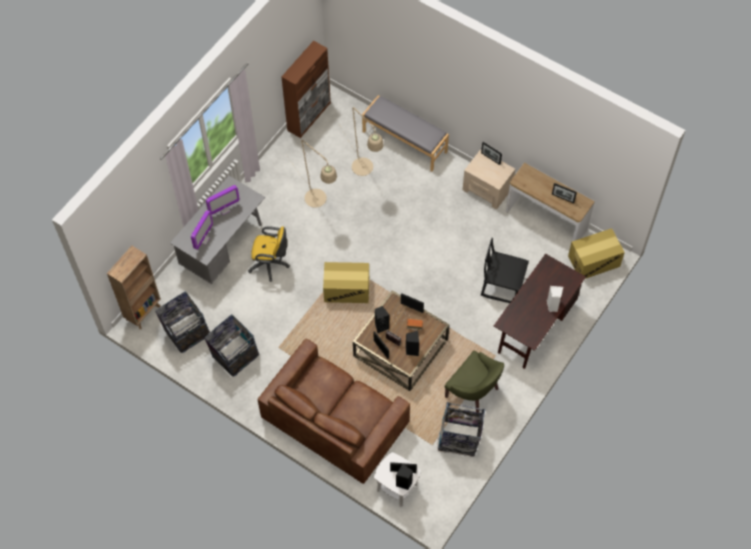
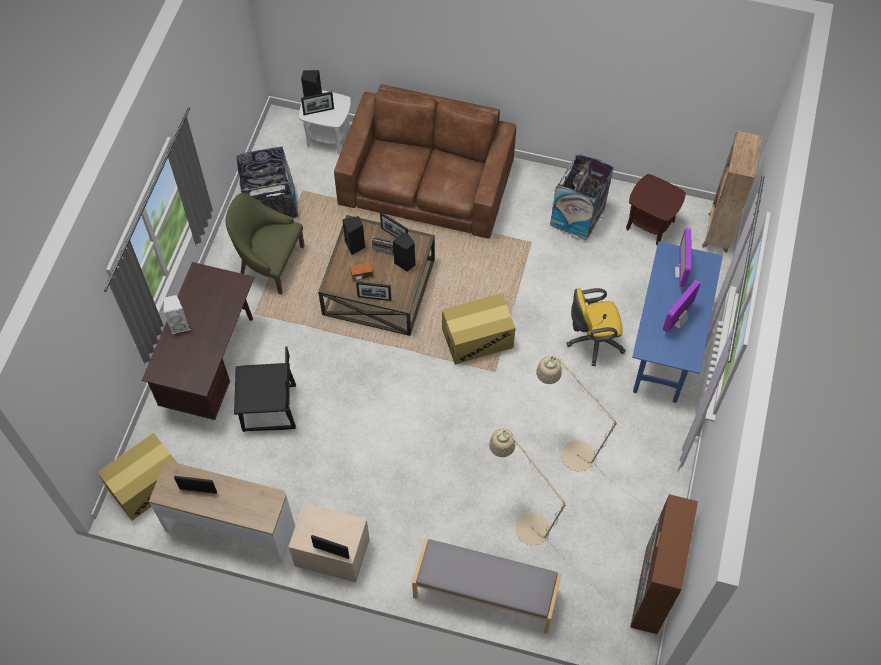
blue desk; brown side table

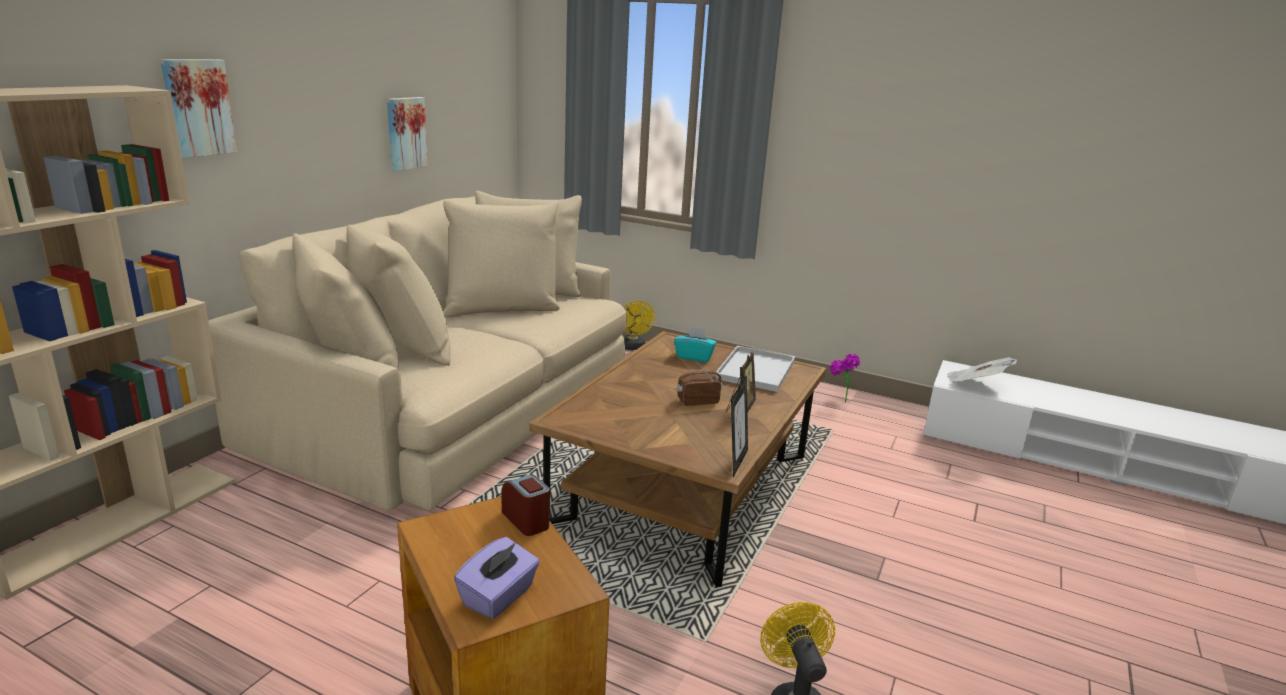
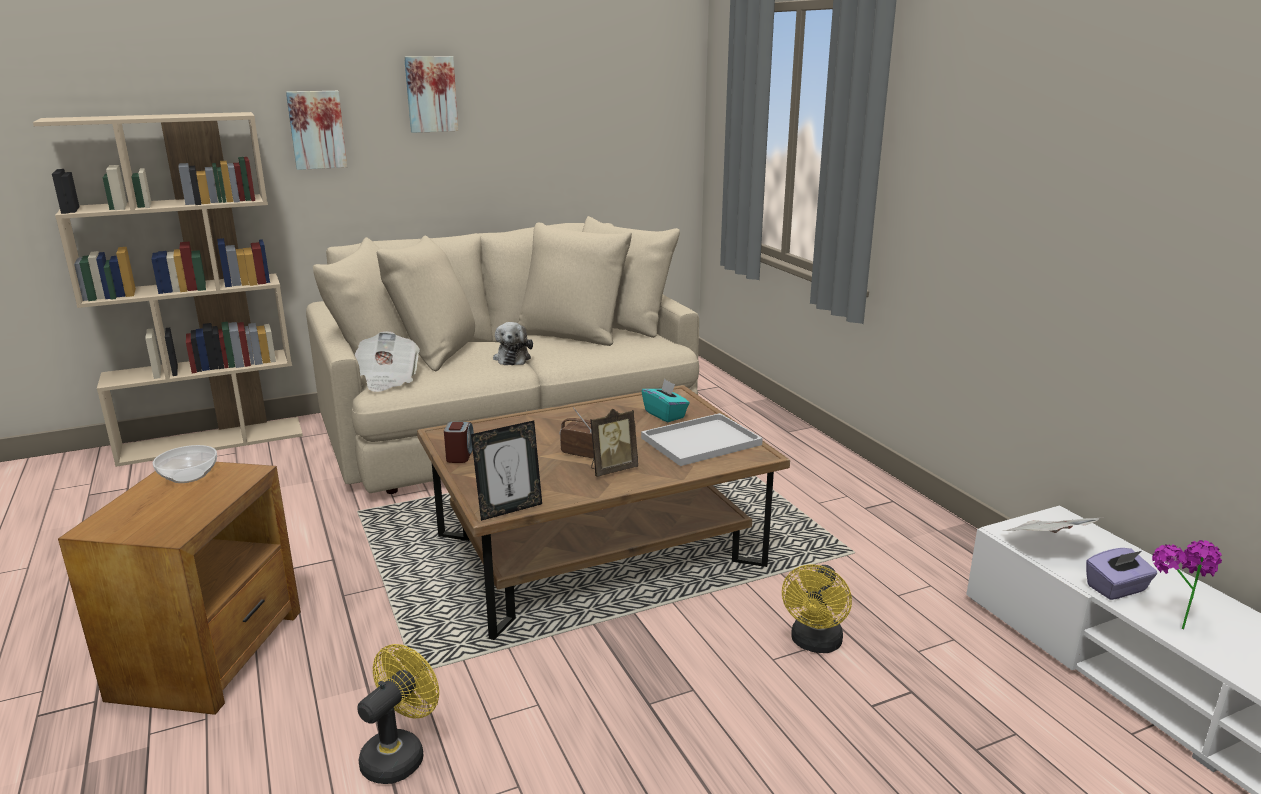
picture (2nd from left); yellow fan (2nd from left); potted plant; alarm clock; purple tissue box; plush toy; newspaper (1st from left); bowl

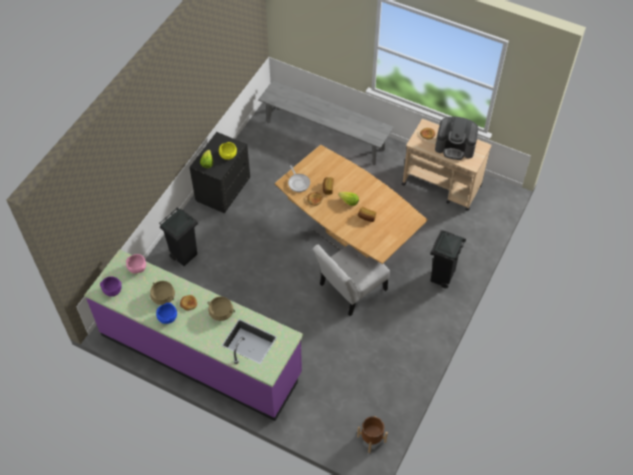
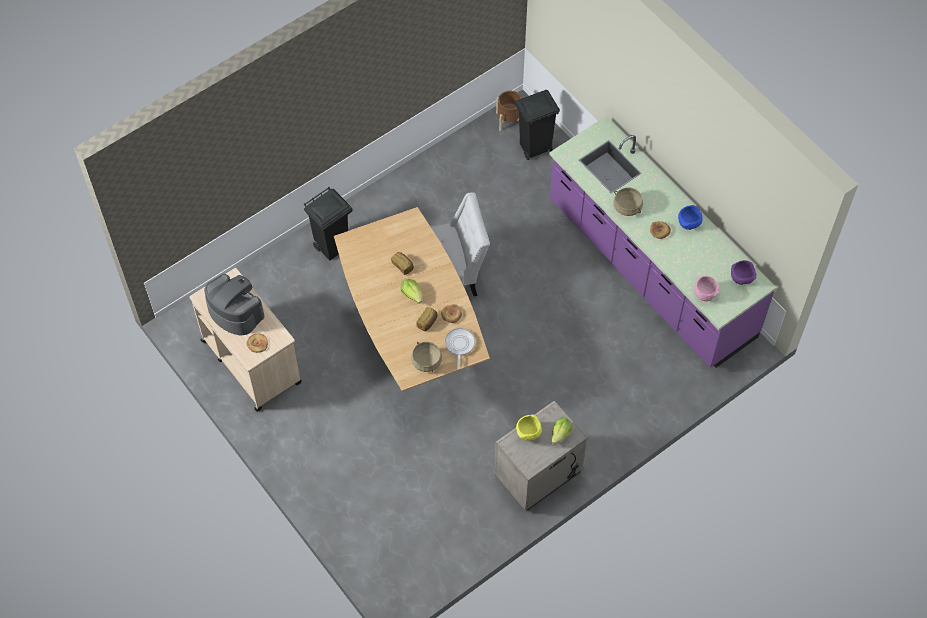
grey bench; beige nightstand; black trash can (2nd from left); beige cooking pot (1st from left)

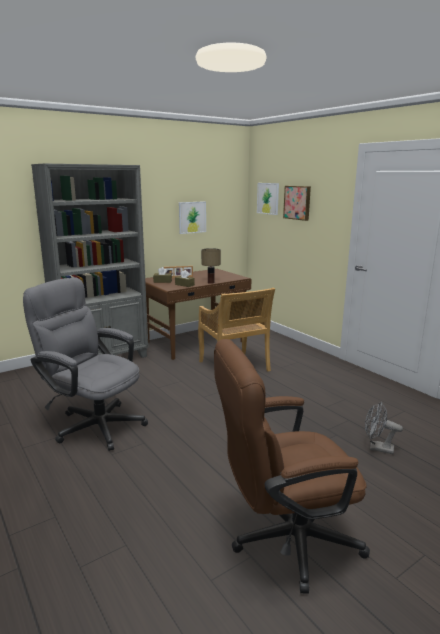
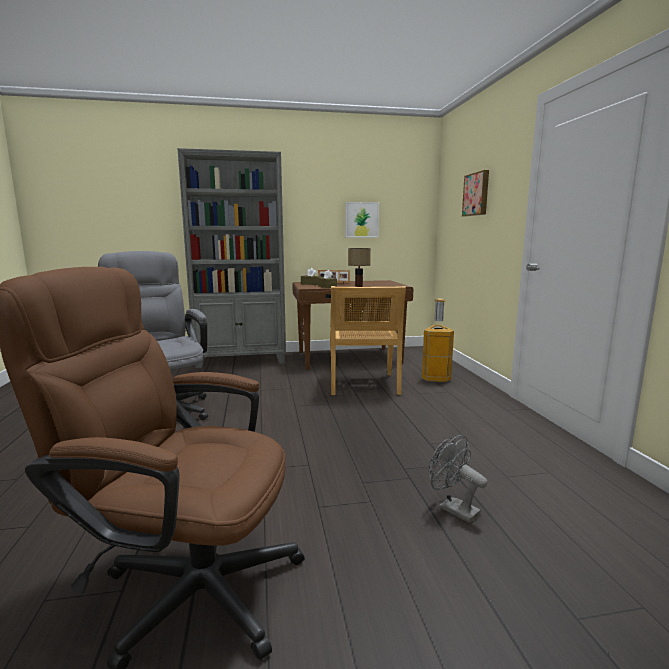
picture (2nd from left in the first image); trash can

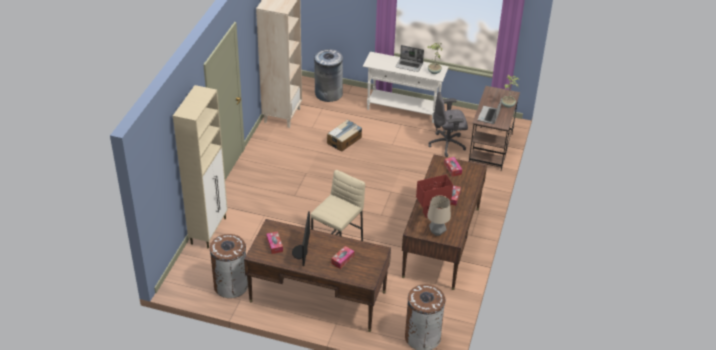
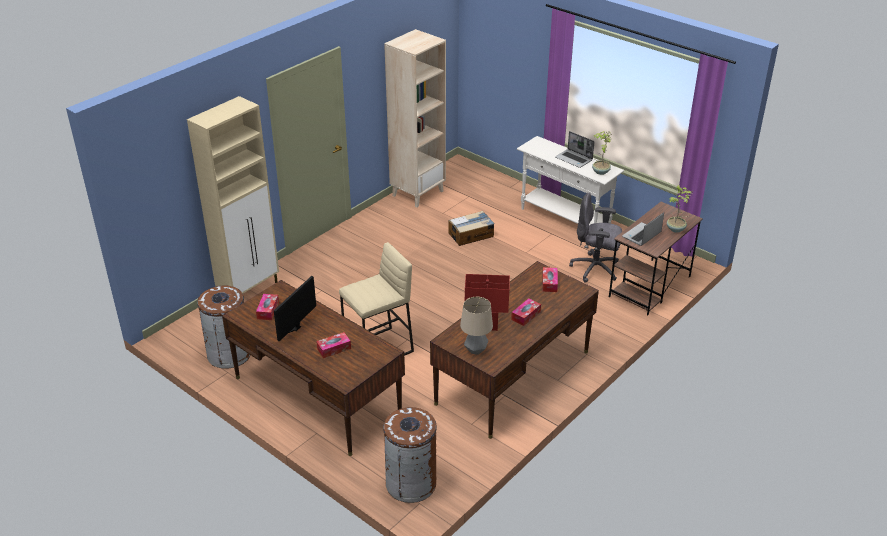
grey trash can

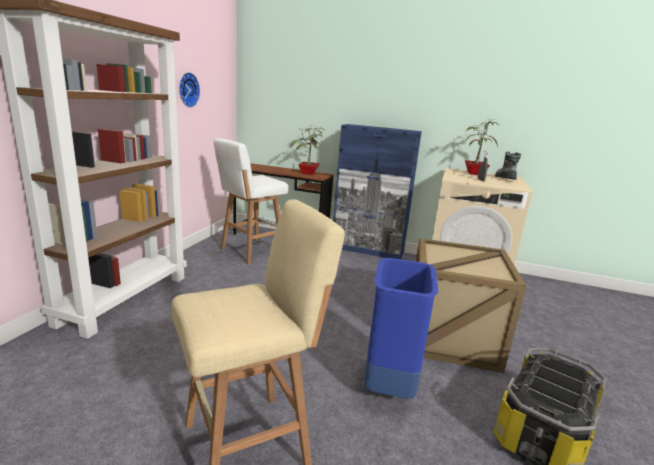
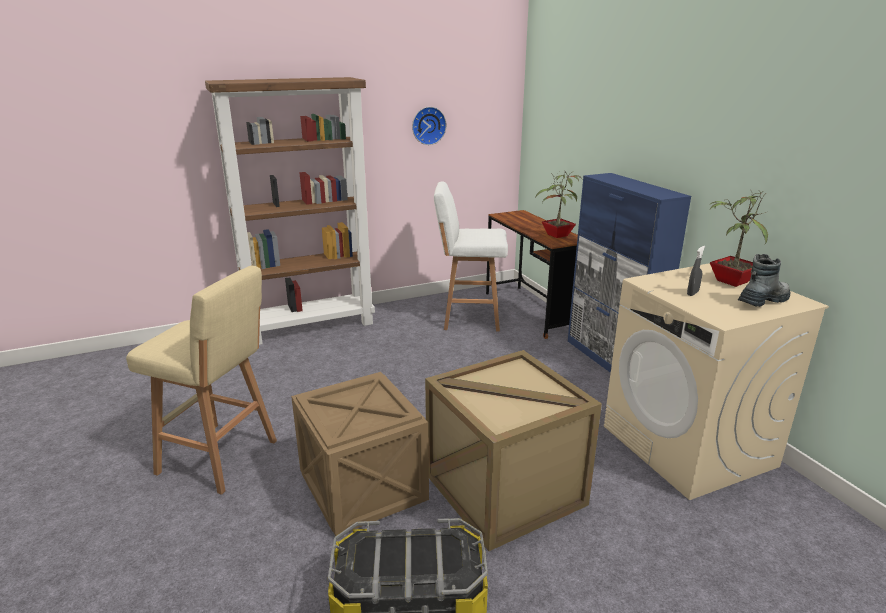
crate (1st from left)

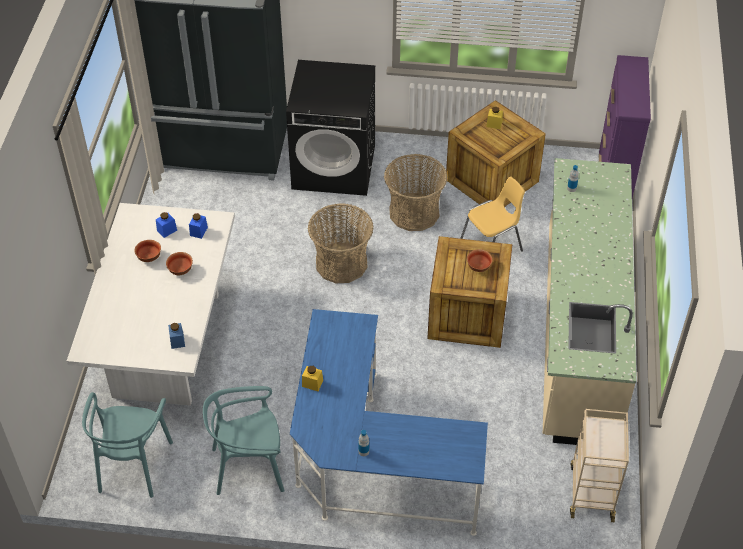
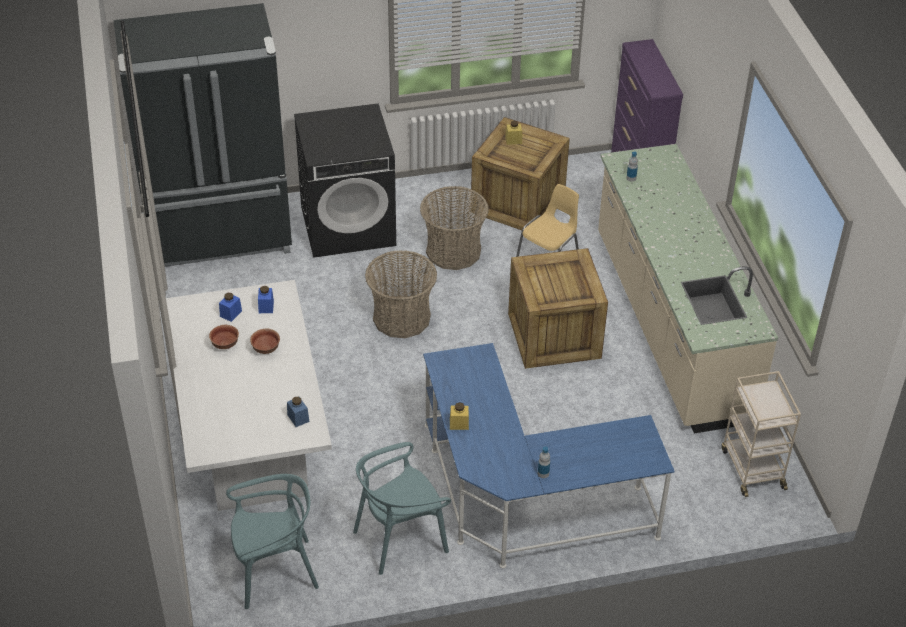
bowl (3rd from left in the first image); turquoise chair (1st from left)

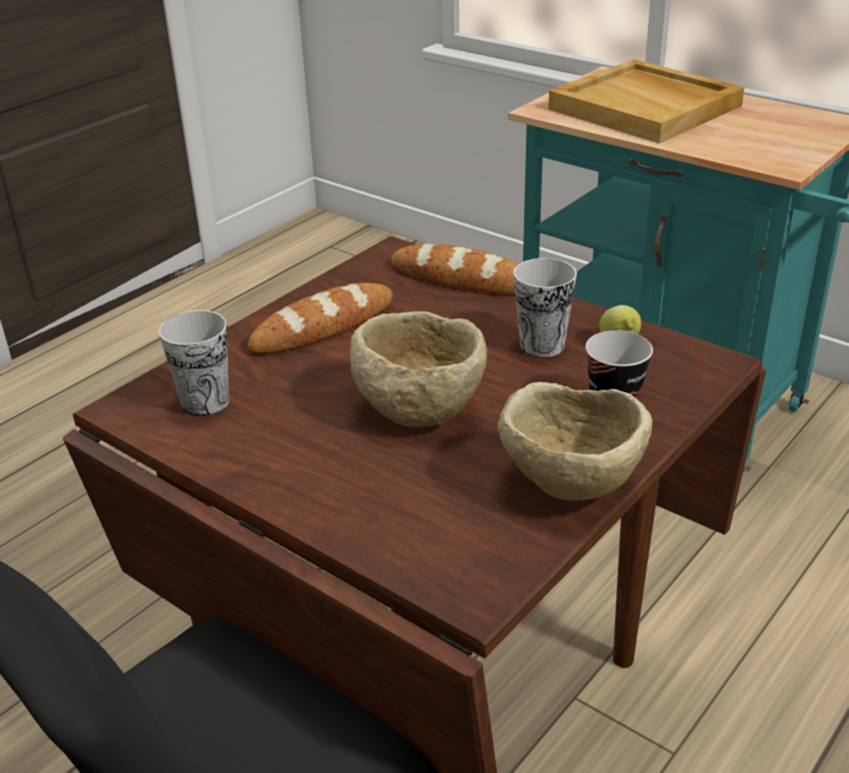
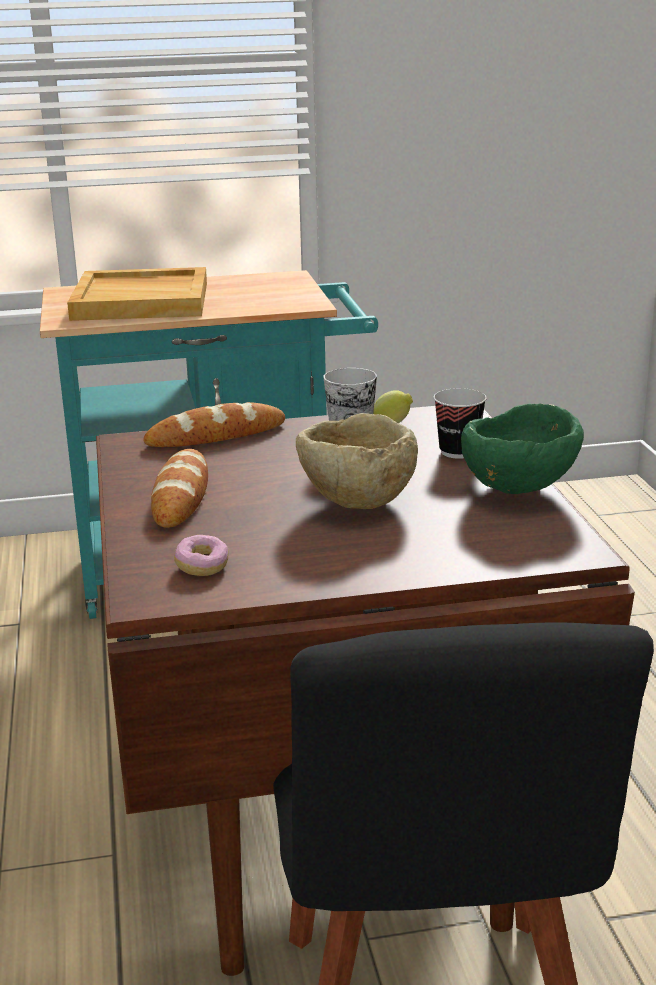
donut; green bowl

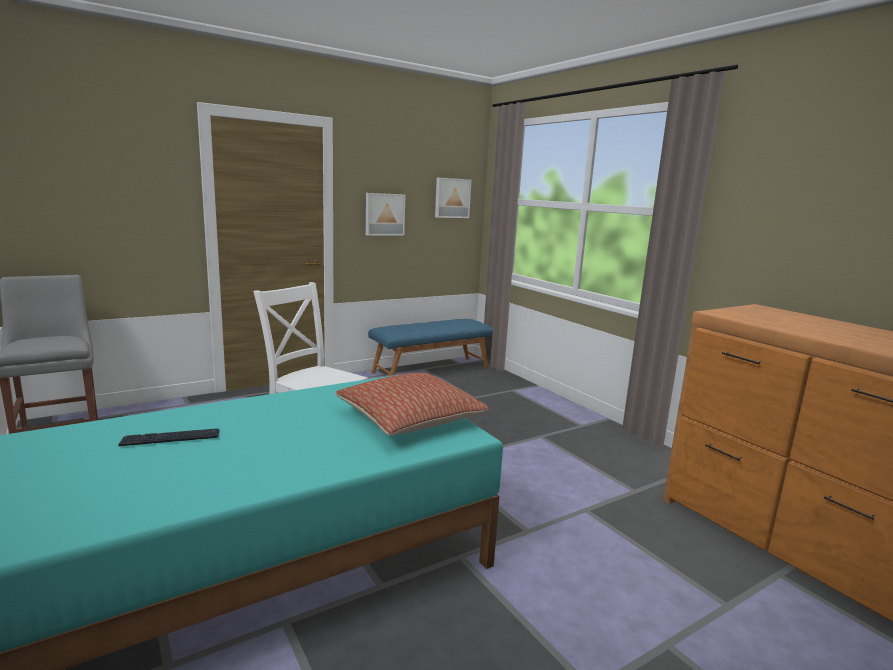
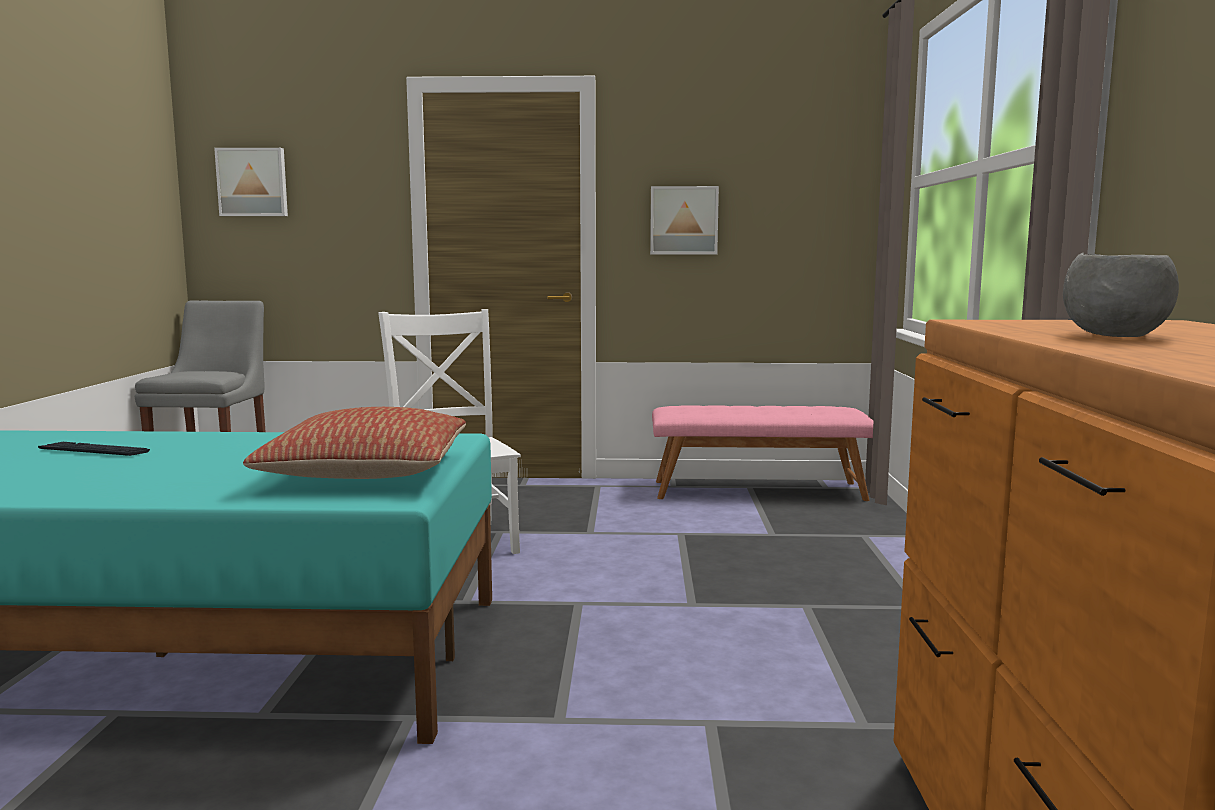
picture (1st from left); pink bench; grey bowl

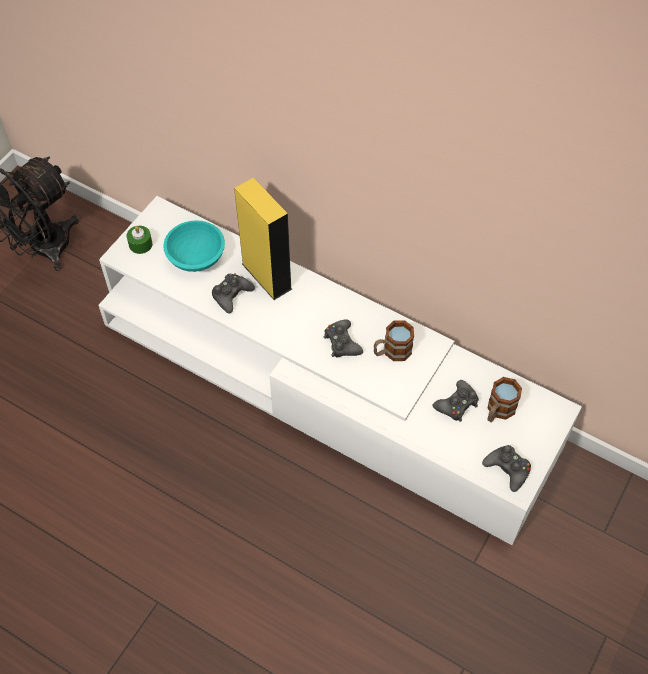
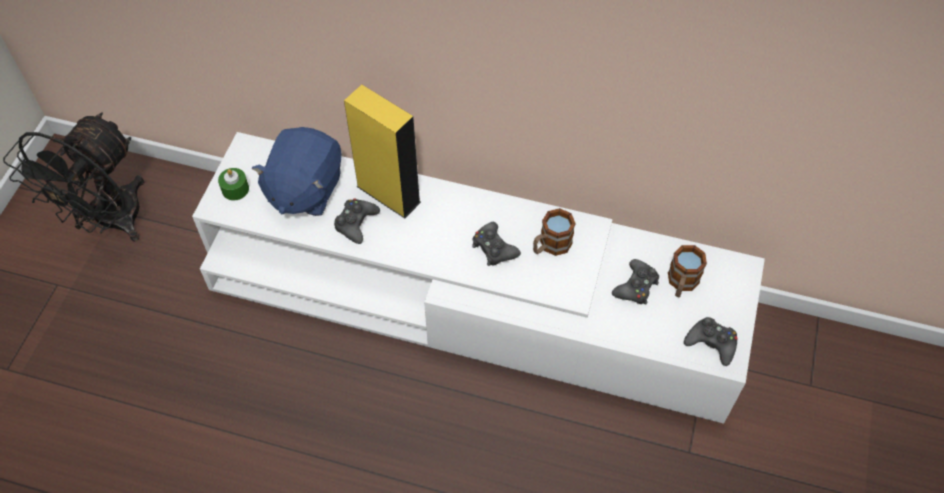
blue plush toy

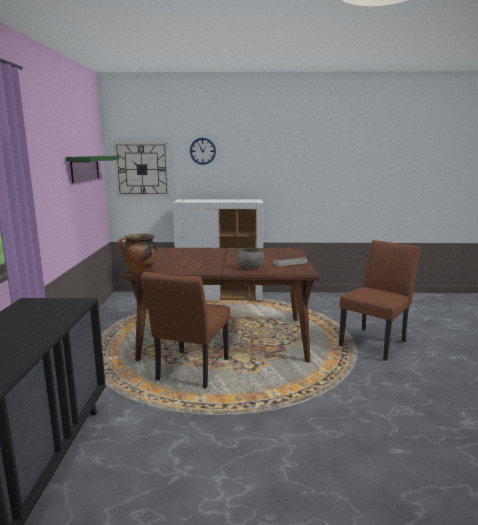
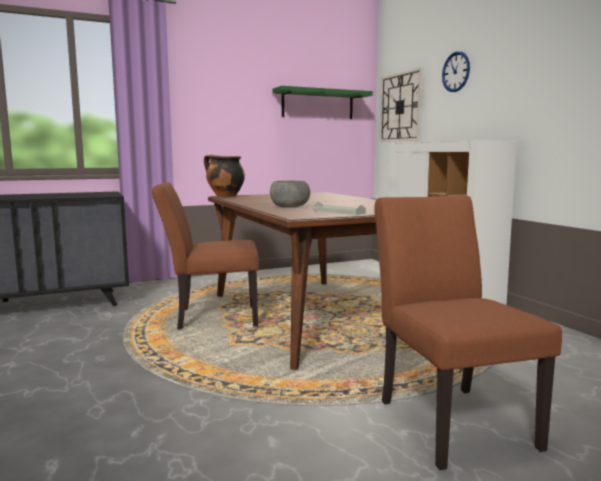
brown chair (2nd from left)

